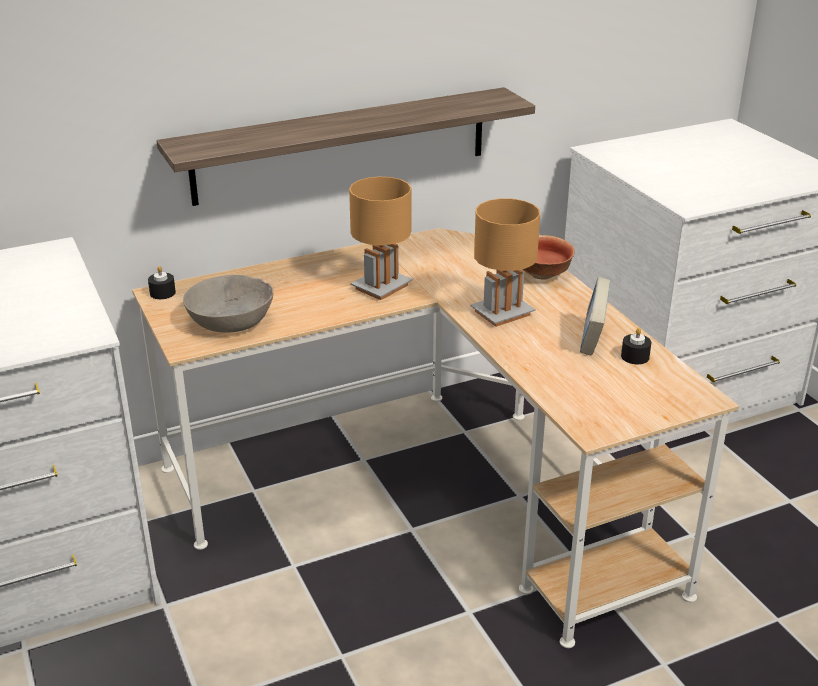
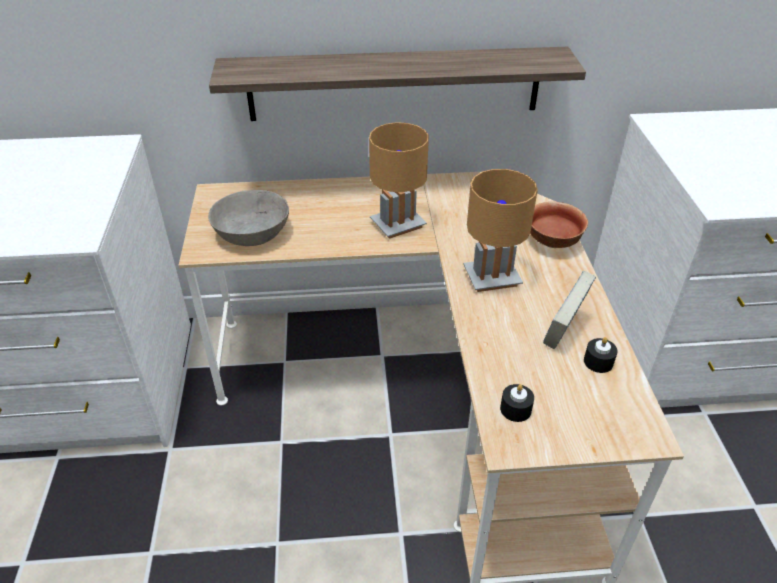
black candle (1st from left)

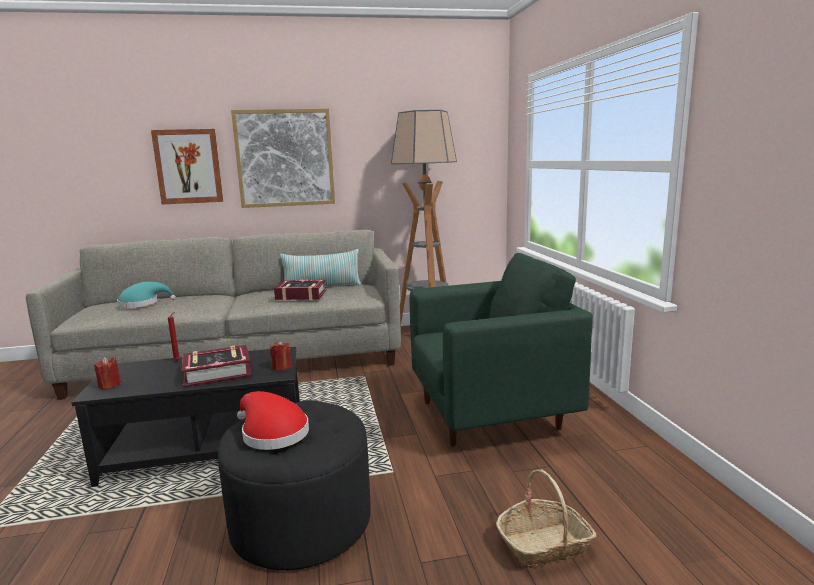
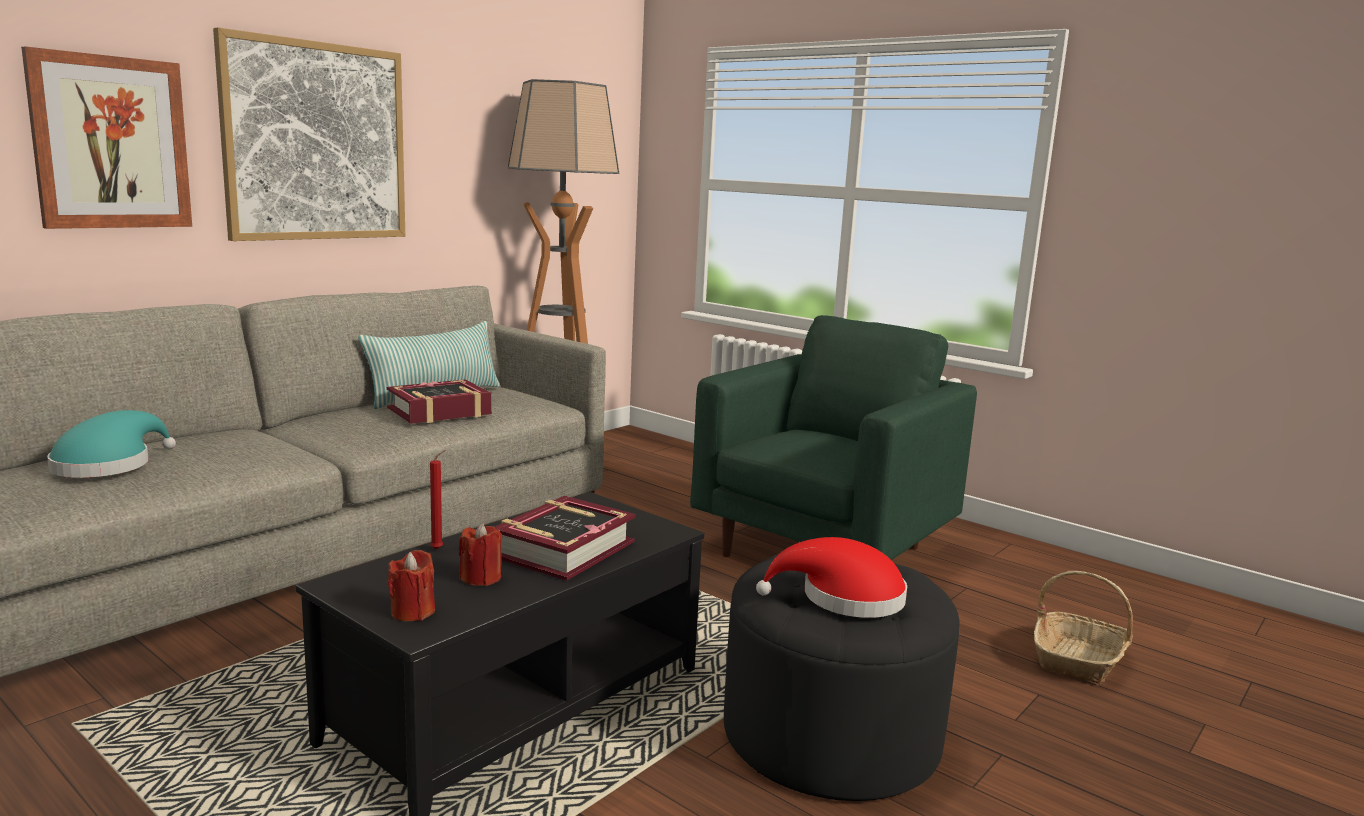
red candle (3rd from left)

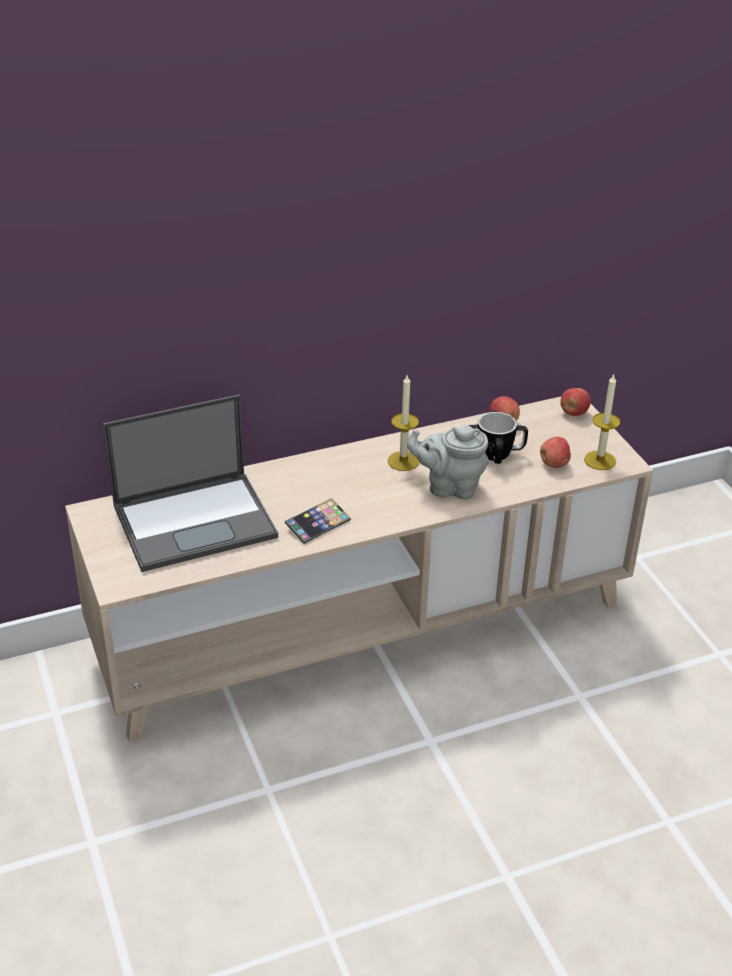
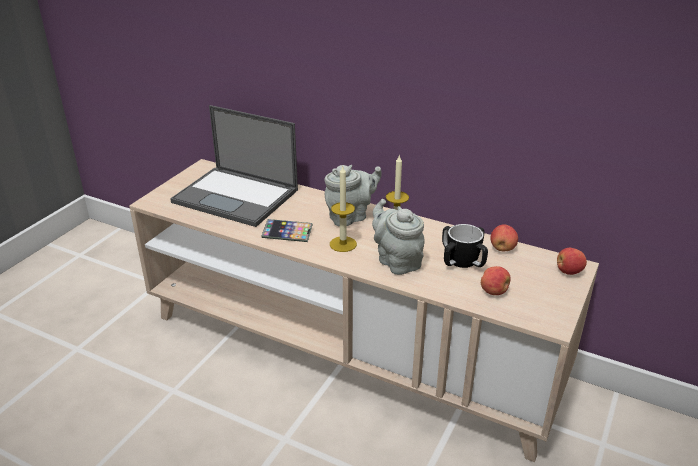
candle (1st from left); grey teapot (1st from left)

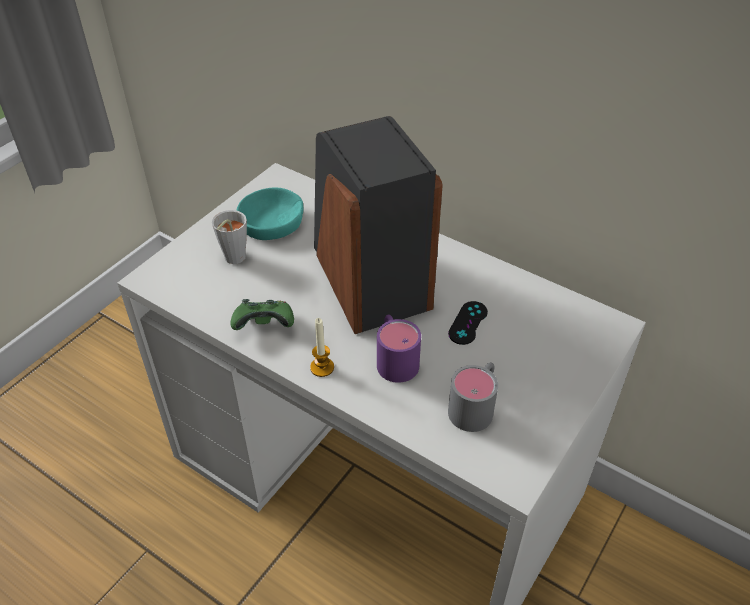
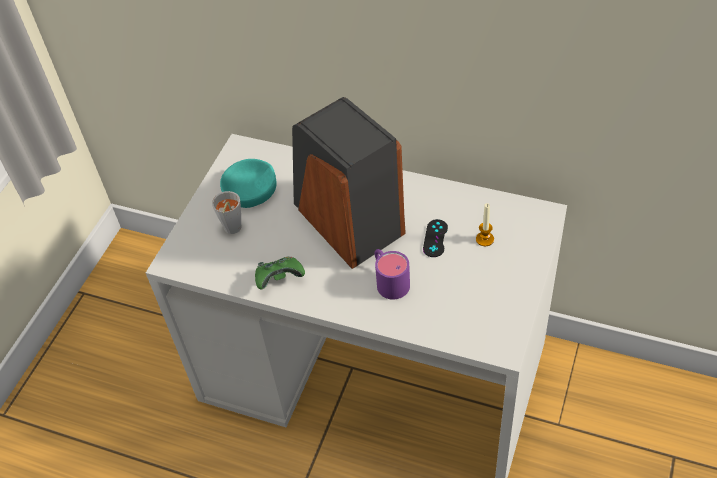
candle; grey mug

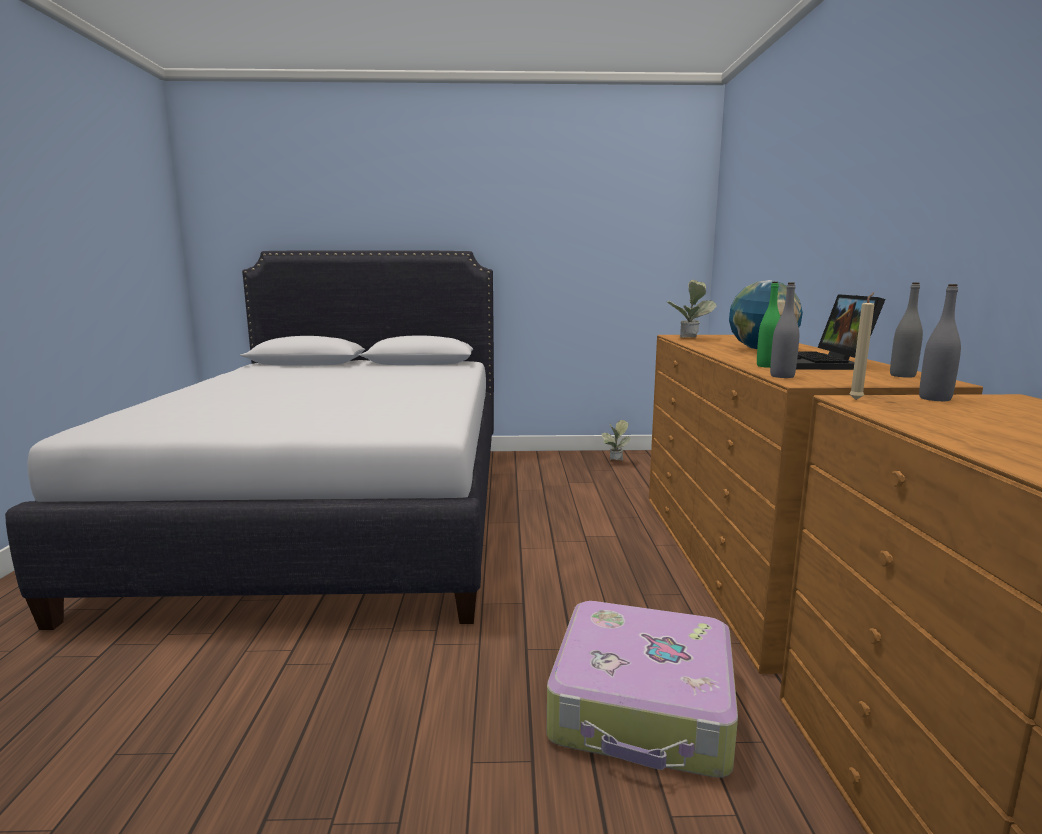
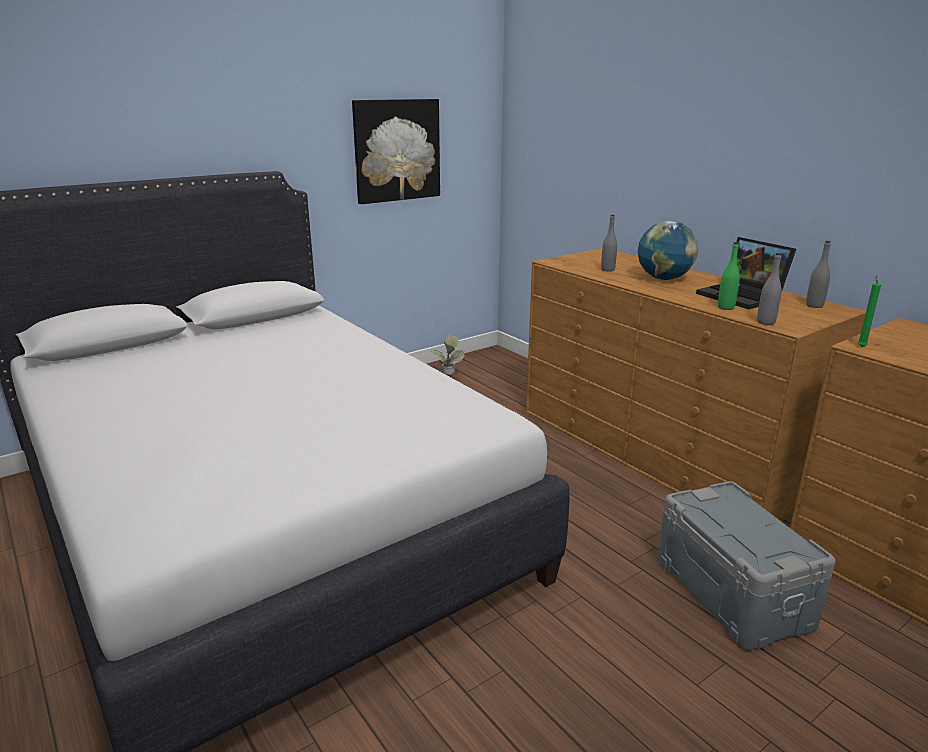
potted plant (2nd from left in the first image); grey bottle (1st from left); green candle; grey storage box; picture

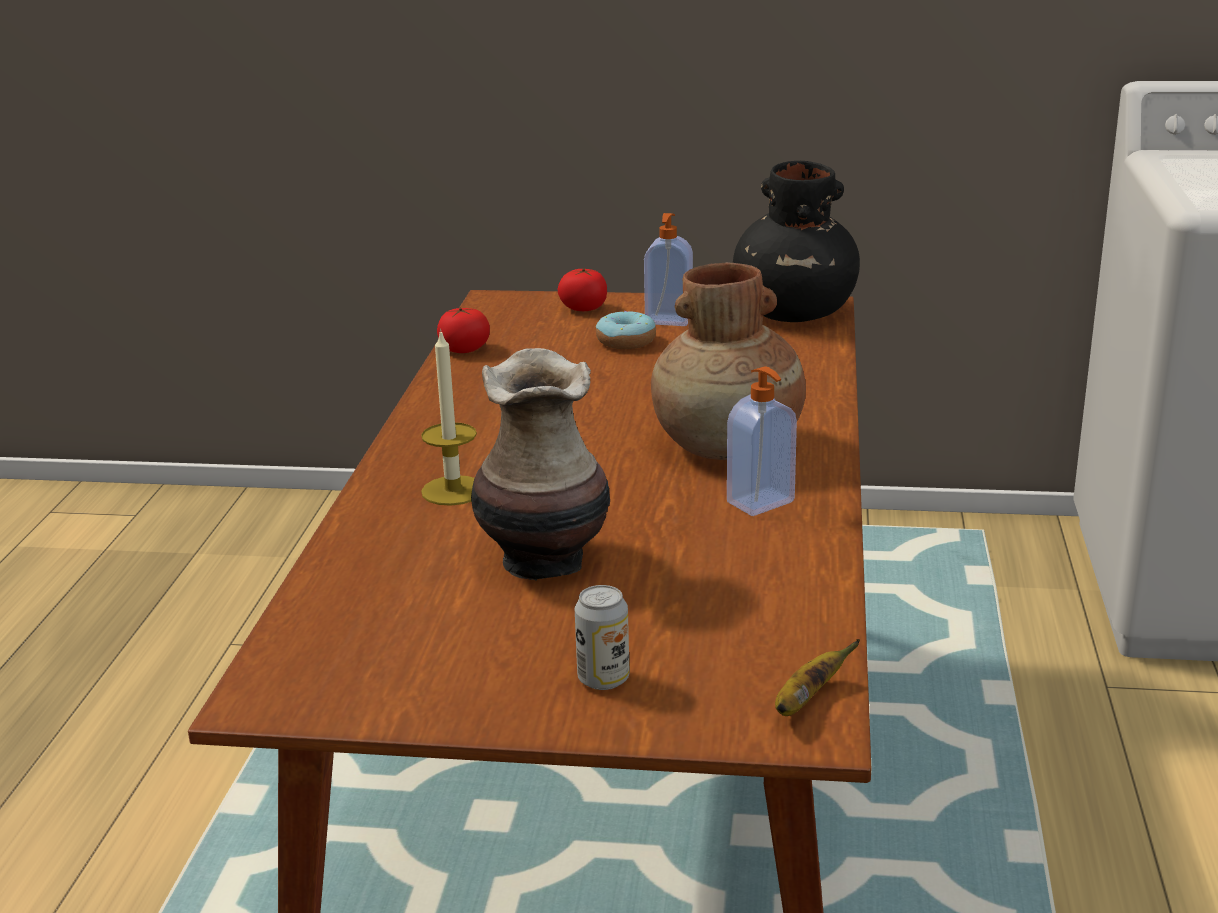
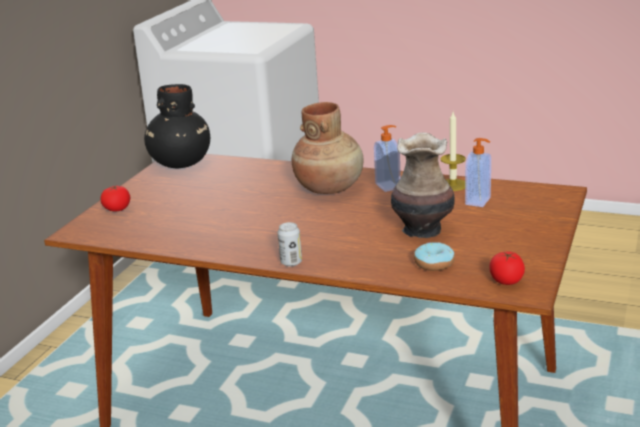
soap dispenser (2nd from left); tomato (2nd from left); donut; candle; can; banana

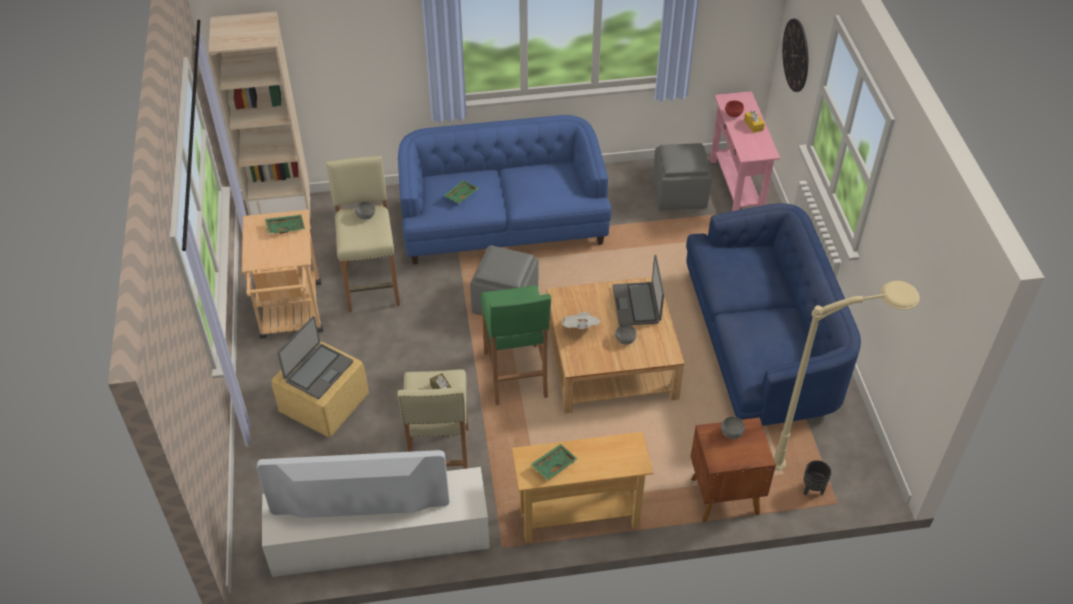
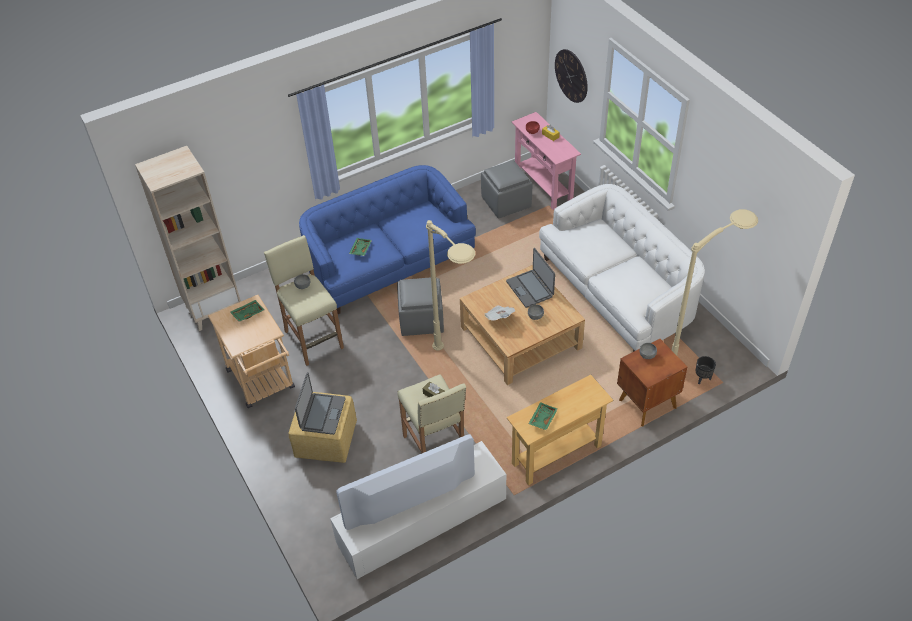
white sofa; beige floor lamp (1st from left)

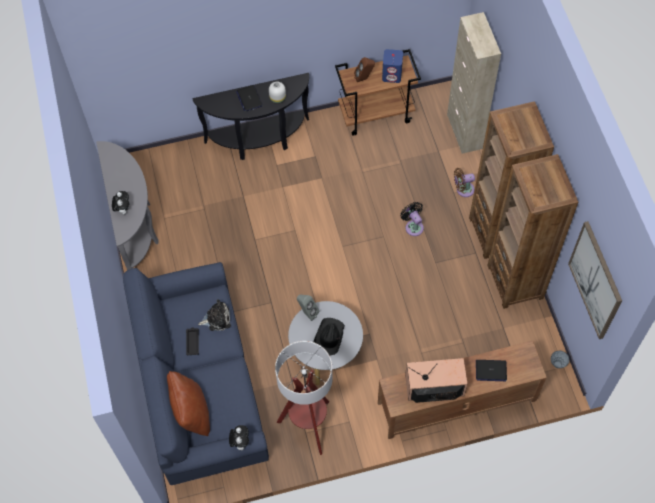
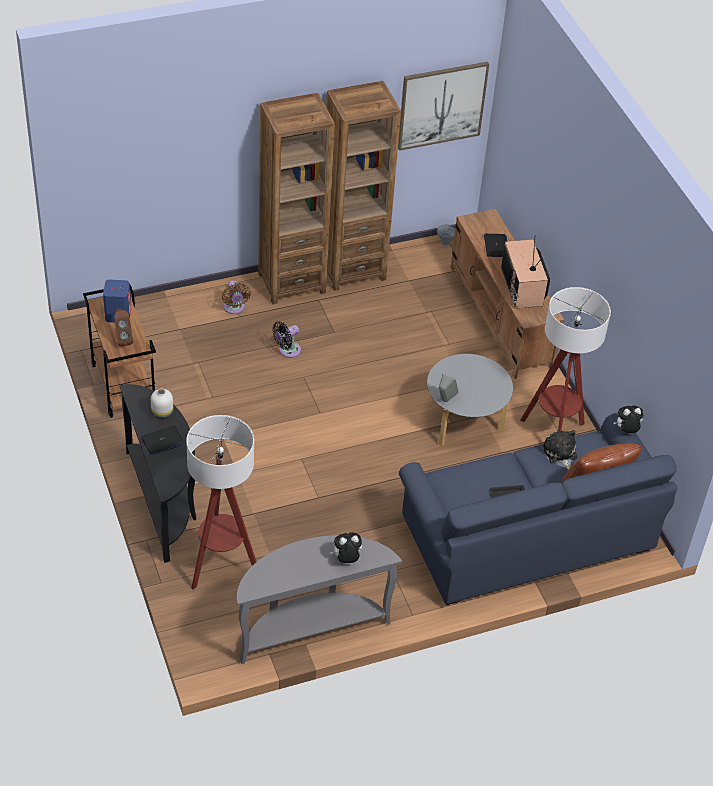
beige cabinet; plush toy (2nd from left); black hat; floor lamp (1st from left)

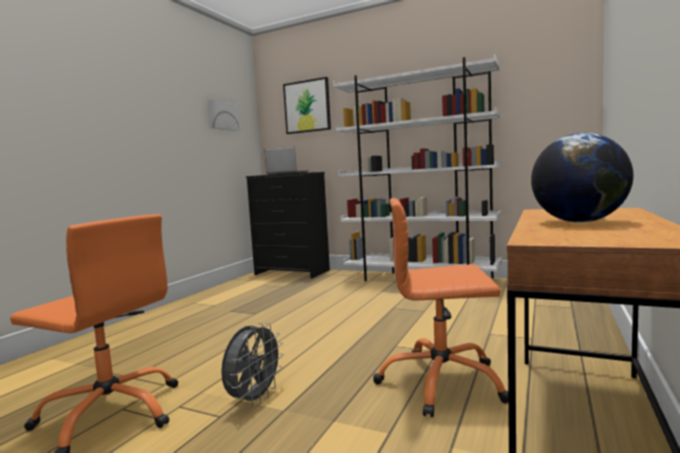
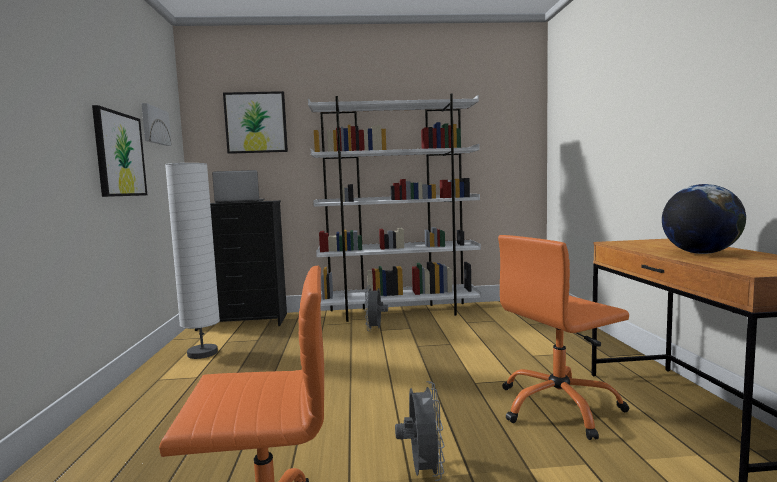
picture (1st from left); white floor lamp; grey fan (1st from left)

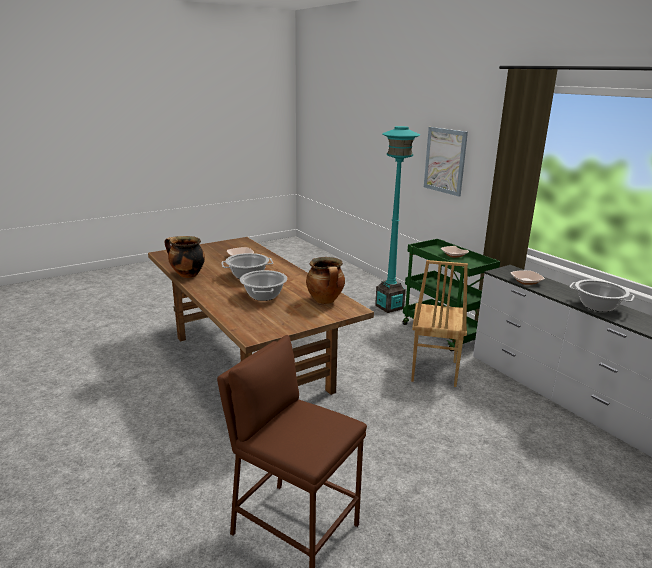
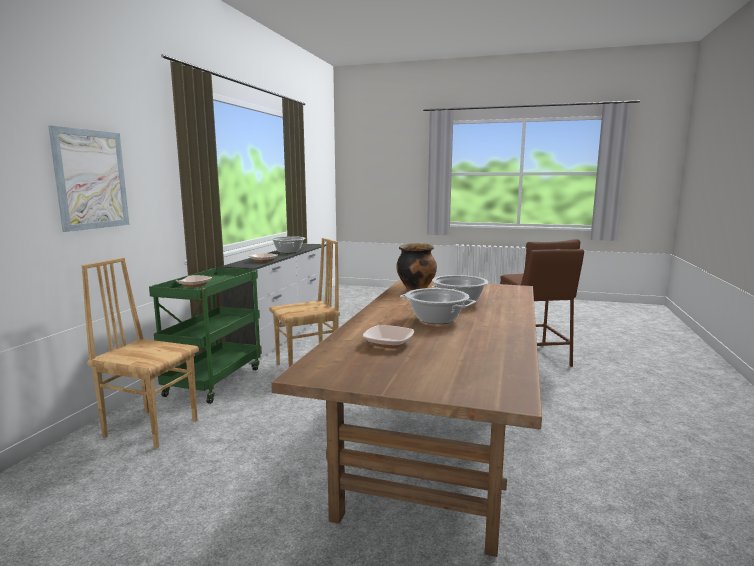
brown chair (1st from left); cooking pot (1st from left in the first image)

